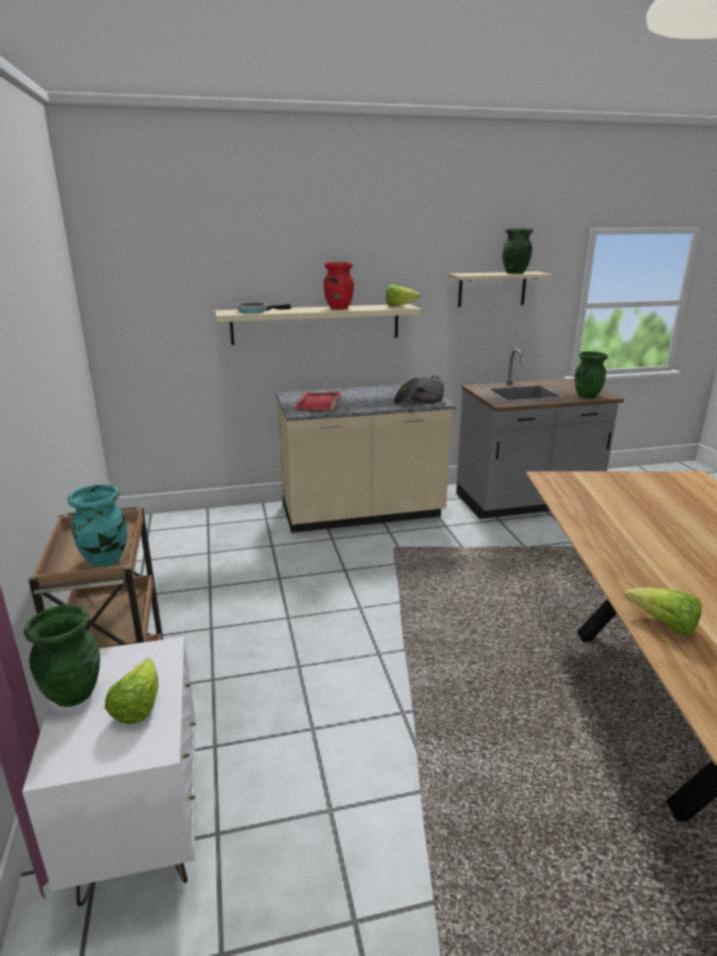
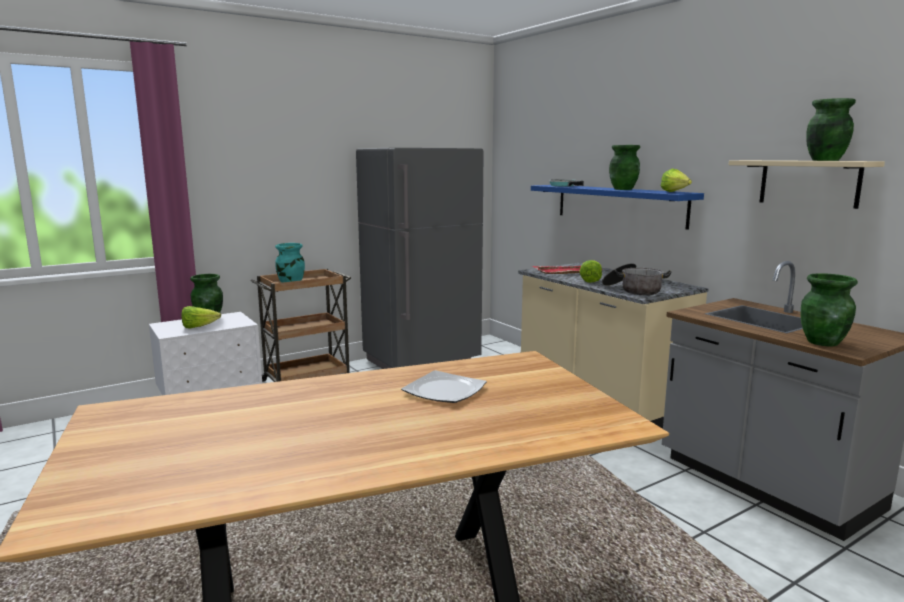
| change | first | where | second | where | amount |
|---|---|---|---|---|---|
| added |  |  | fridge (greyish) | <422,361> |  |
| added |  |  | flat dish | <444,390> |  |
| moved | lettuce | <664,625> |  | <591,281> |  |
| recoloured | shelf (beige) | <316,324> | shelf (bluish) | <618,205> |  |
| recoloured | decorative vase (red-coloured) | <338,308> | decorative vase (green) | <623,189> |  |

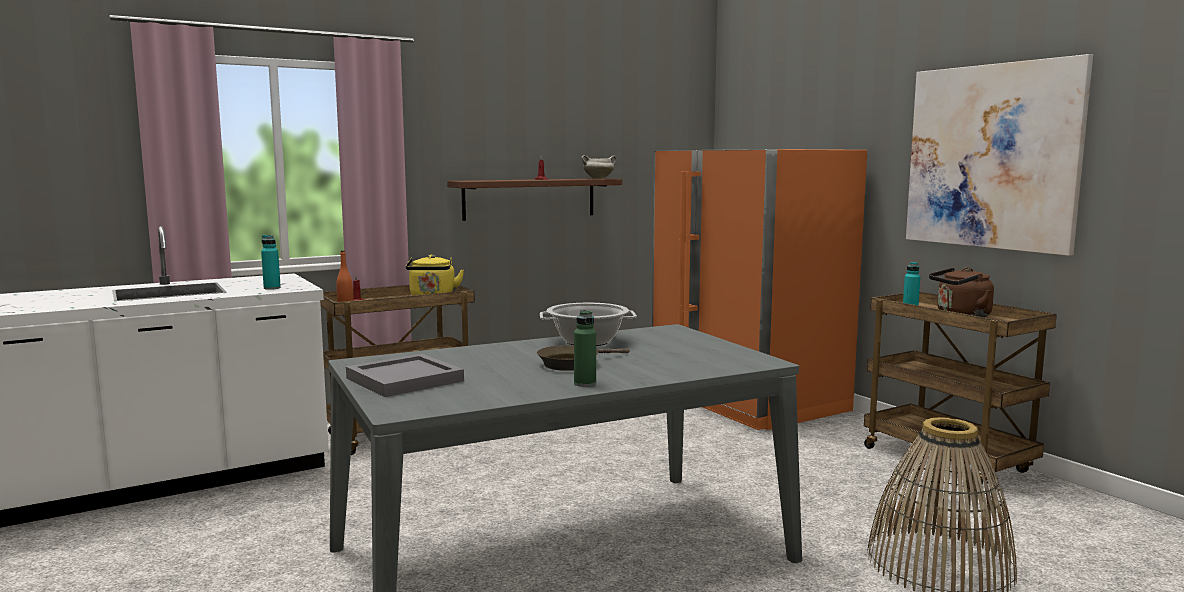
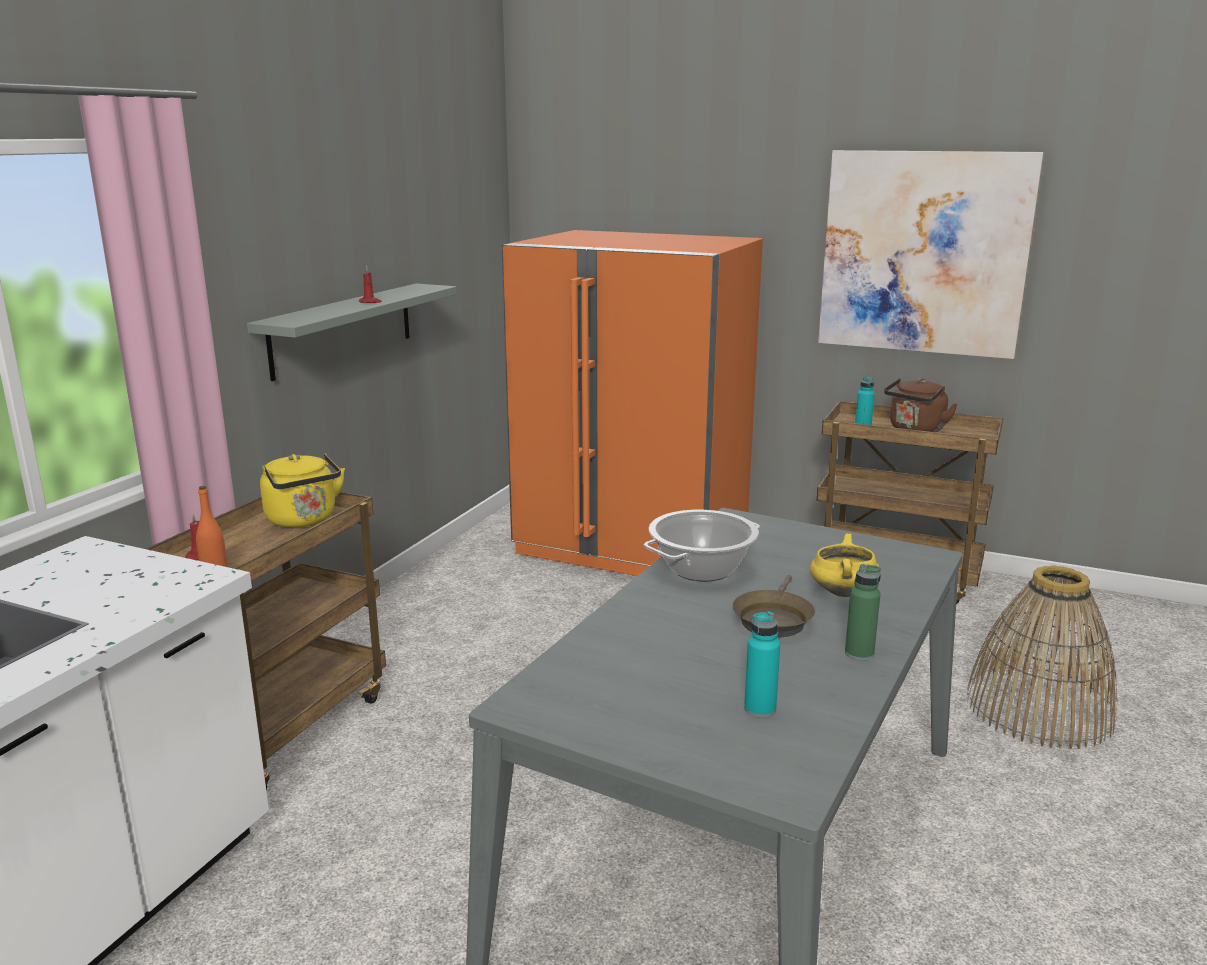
| change | first | where | second | where | amount |
|---|---|---|---|---|---|
| removed | tray (greyish) | <404,380> |  |  |  |
| removed | cooking pot (whitish) | <599,178> |  |  |  |
| added |  |  | cooking pot (yellow) | <841,592> |  |
| moved | beverage bottle (turquoise-coloured) | <272,288> |  | <760,709> |  |
| recoloured | shelf (brown) | <530,198> | shelf (greyish) | <343,329> |  |

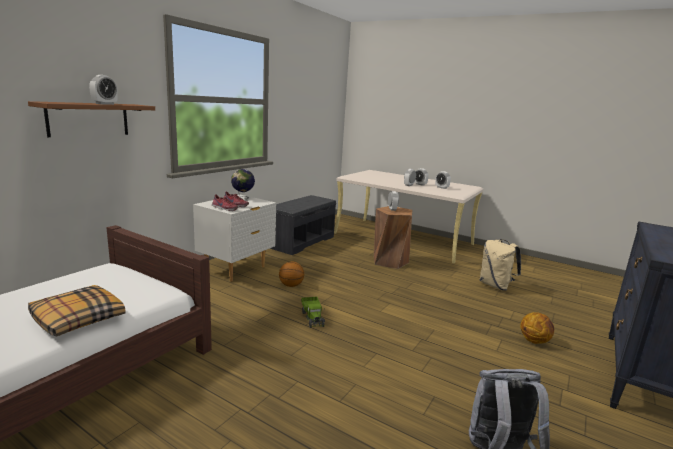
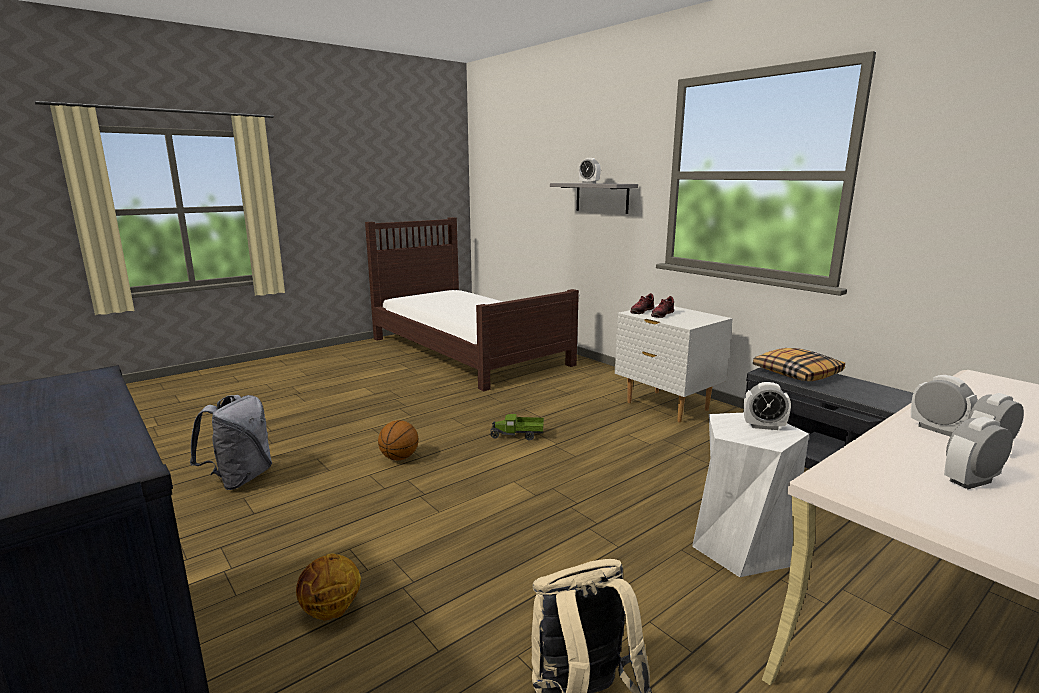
| change | first | where | second | where | amount |
|---|---|---|---|---|---|
| removed | desk globe | <243,198> |  |  |  |
| moved | throw pillow | <77,318> |  | <796,373> |  |
| moved | basketball | <291,285> |  | <399,458> |  |
| recoloured | shelf (brown) | <88,119> | shelf (greyish) | <602,197> |  |
| recoloured | stool seat (brown) | <389,261> | stool seat (whitish) | <740,547> |  |

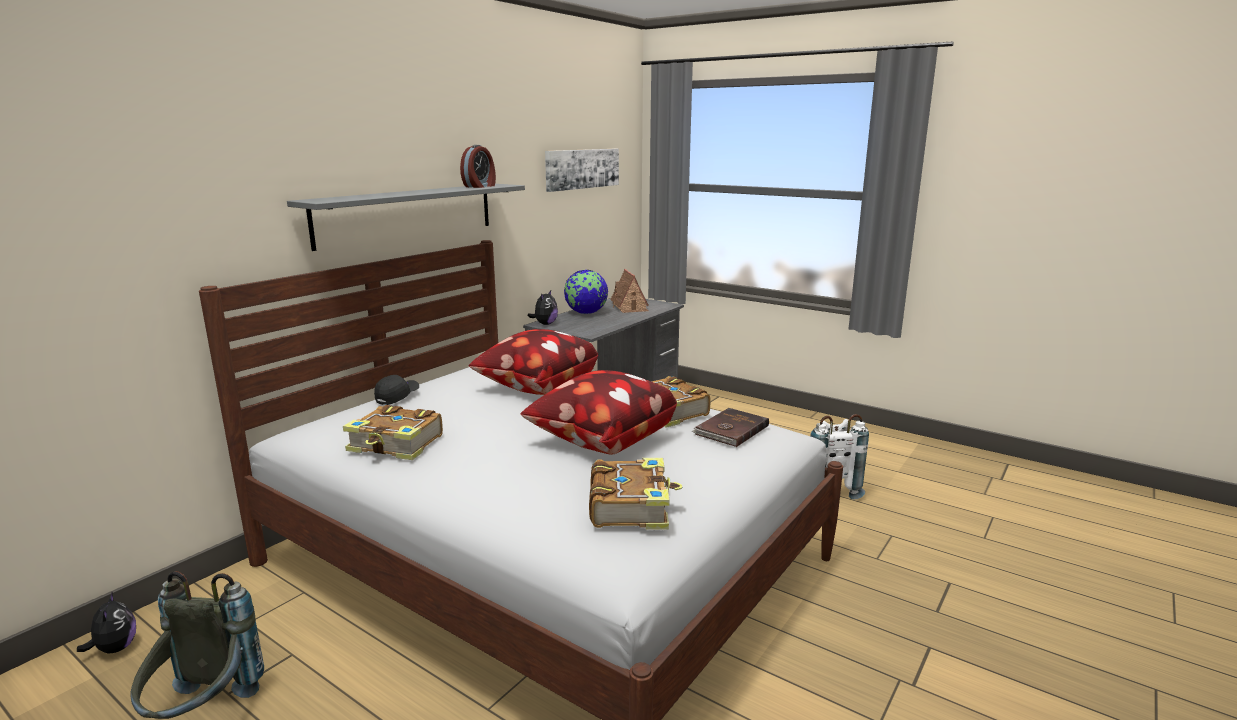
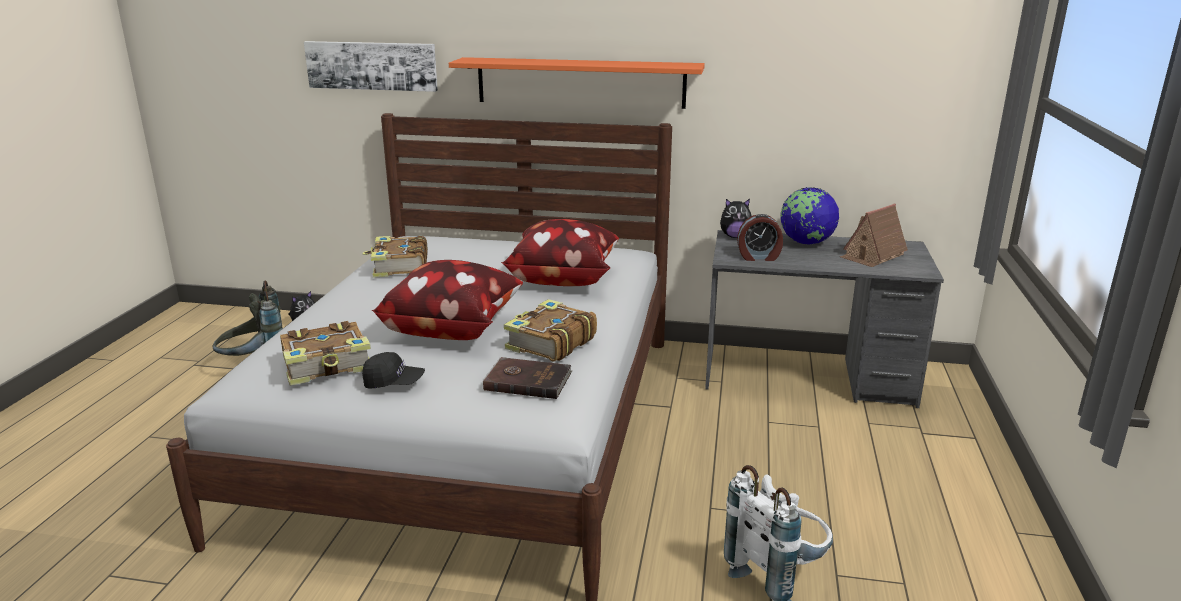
| change | first | where | second | where | amount |
|---|---|---|---|---|---|
| moved | baseball cap (blackish) | <397,397> |  | <394,382> |  |
| moved | bedside clock | <480,186> |  | <758,257> |  |
| moved | picture | <582,169> |  | <372,65> |  |
| recoloured | shelf (greyish) | <408,214> | shelf (orangey) | <580,82> |  |

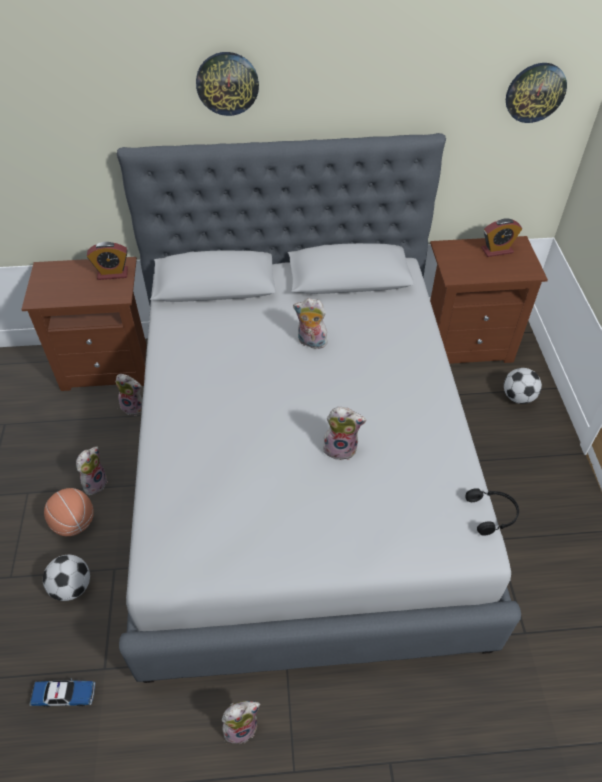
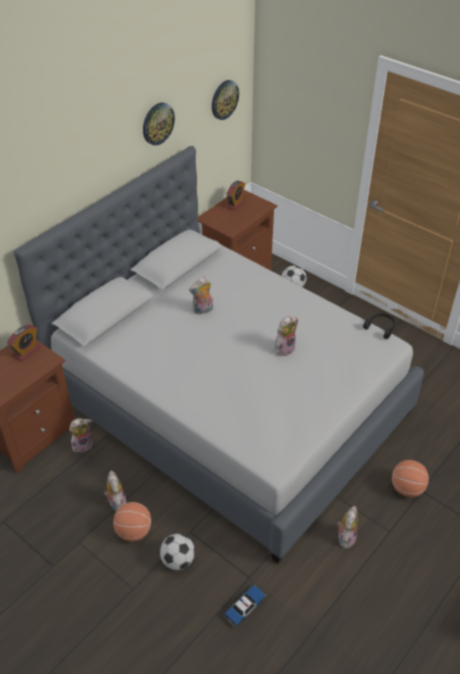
| change | first | where | second | where | amount |
|---|---|---|---|---|---|
| added |  |  | basketball | <407,488> |  |
| moved | clock on the wall | <227,83> |  | <157,123> |  |

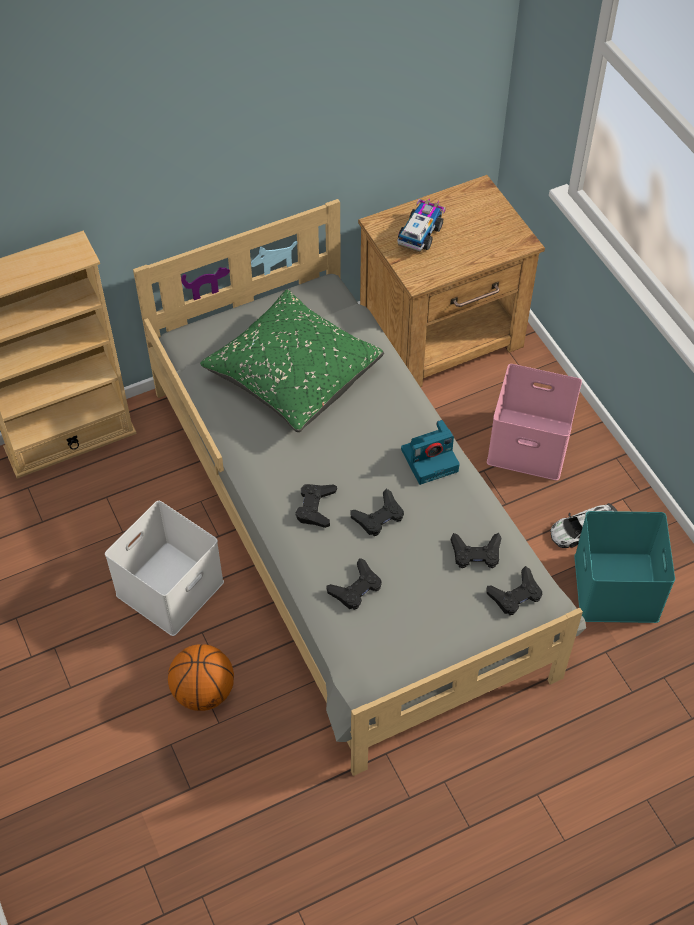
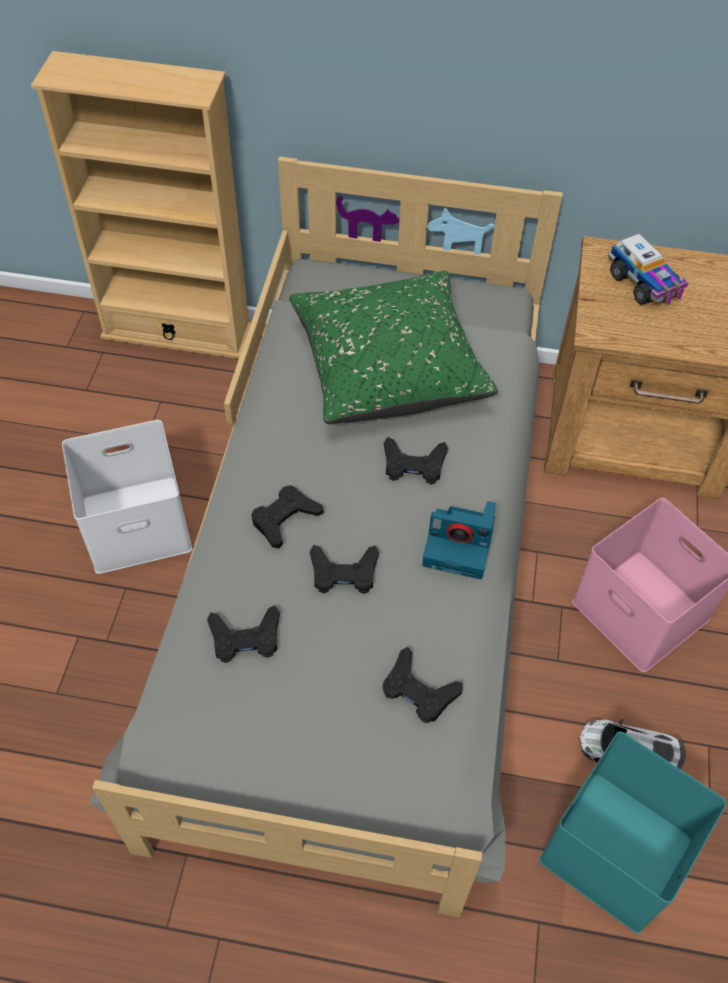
| change | first | where | second | where | amount |
|---|---|---|---|---|---|
| removed | basketball | <204,691> |  |  |  |
| moved | joypad (blackish) | <515,595> |  | <413,465> |  |
| turned | model truck | <420,233> |  | <644,284> | 90 degrees clockwise |

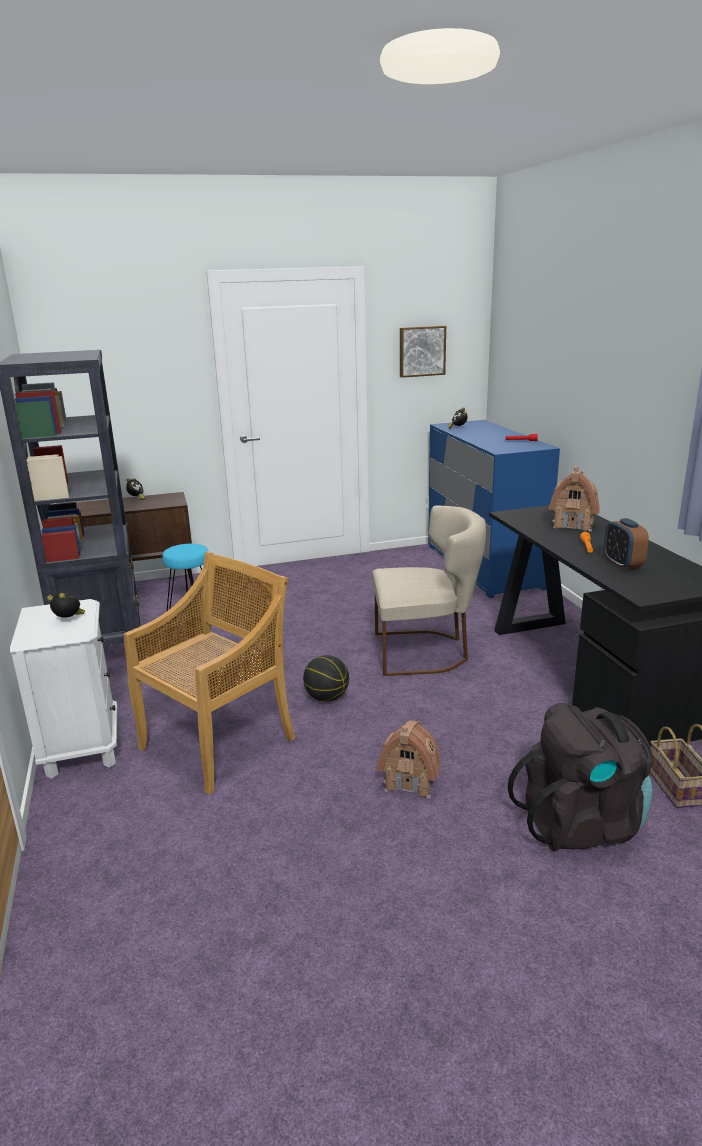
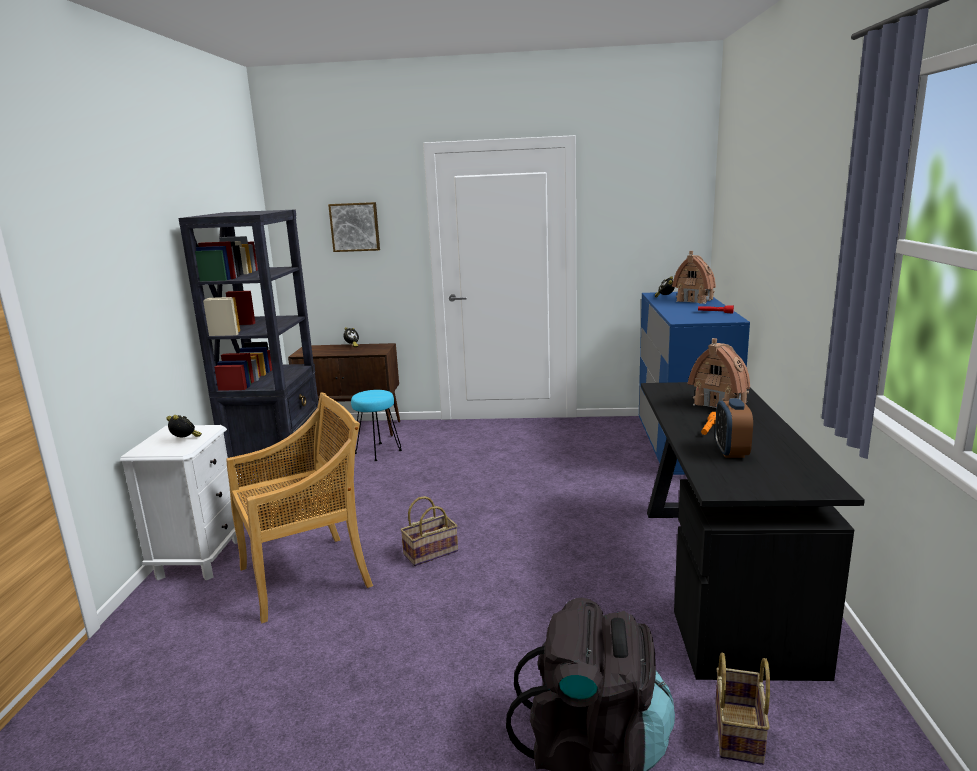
| change | first | where | second | where | amount |
|---|---|---|---|---|---|
| removed | upright chair (beige) | <426,651> |  |  |  |
| moved | model house | <411,780> |  | <695,300> |  |
| moved | picture | <421,351> |  | <355,227> |  |
| replaced | basketball | <327,697> | household basket | <431,552> |  |

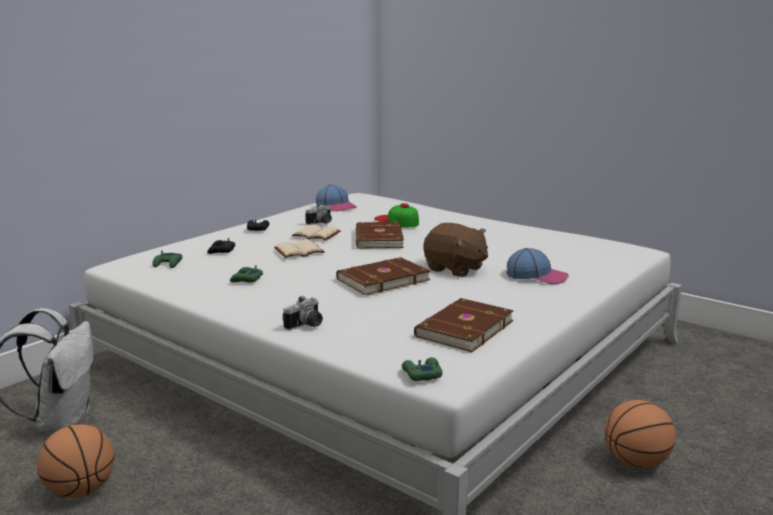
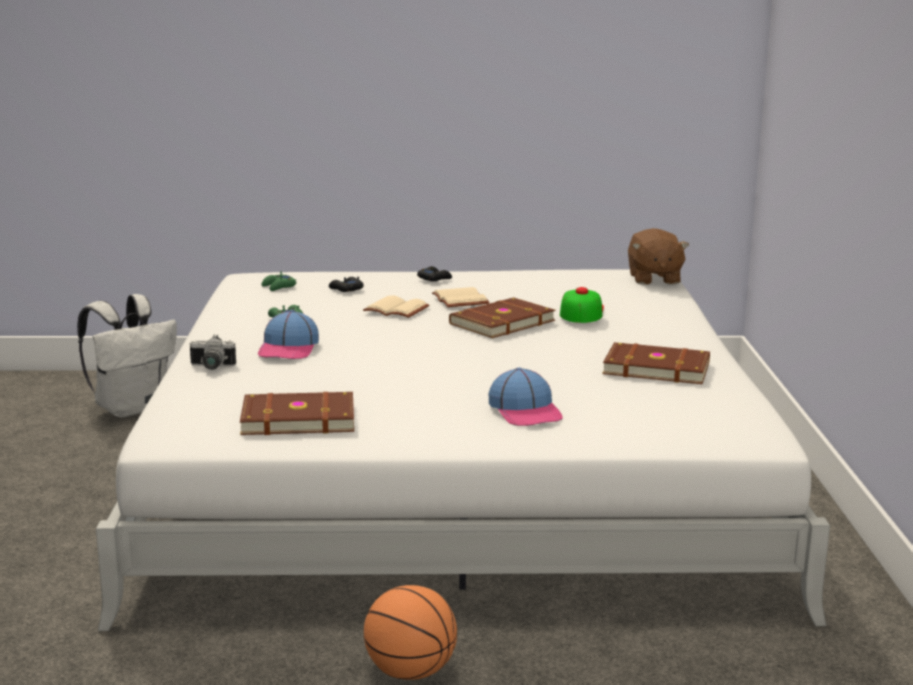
| change | first | where | second | where | amount |
|---|---|---|---|---|---|
| removed | basketball | <81,491> |  |  |  |
| removed | photo camera | <321,223> |  |  |  |
| removed | joypad (green) | <421,374> |  |  |  |
| moved | baseball cap | <336,206> |  | <289,348> |  |
| moved | volume (brown) | <382,279> |  | <656,368> |  |
| moved | soft toy (brown) | <455,269> |  | <653,279> |  |

